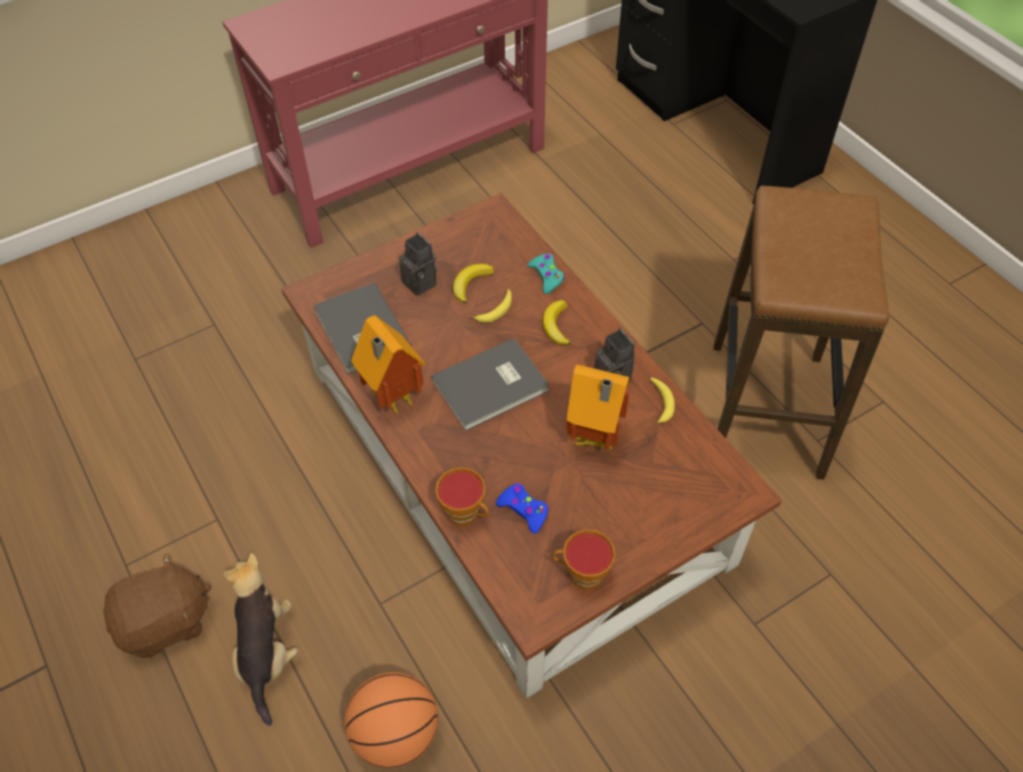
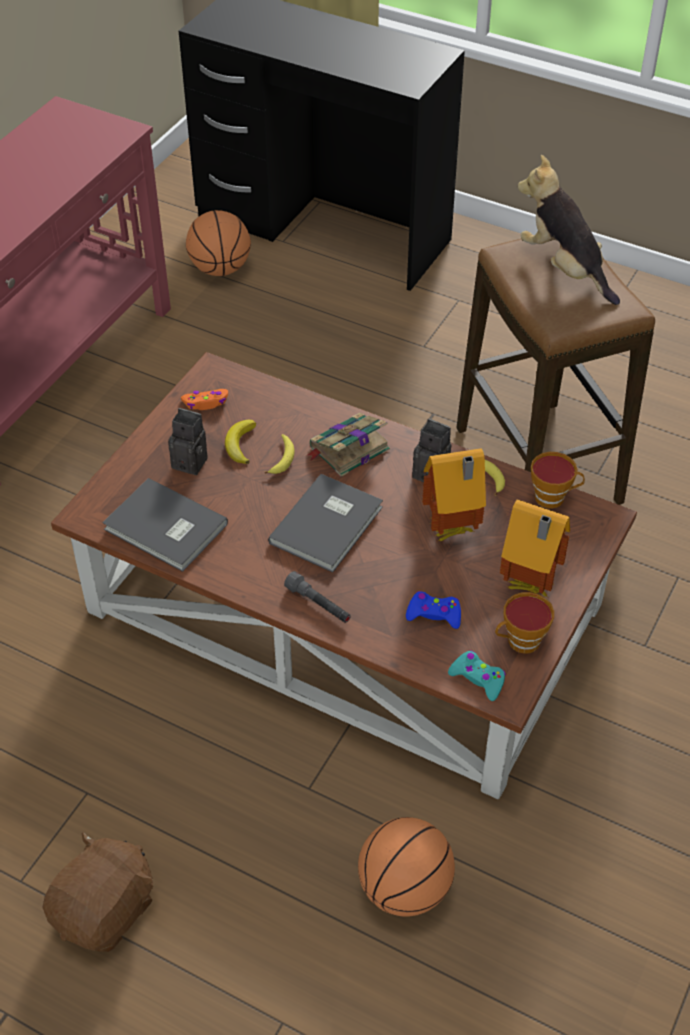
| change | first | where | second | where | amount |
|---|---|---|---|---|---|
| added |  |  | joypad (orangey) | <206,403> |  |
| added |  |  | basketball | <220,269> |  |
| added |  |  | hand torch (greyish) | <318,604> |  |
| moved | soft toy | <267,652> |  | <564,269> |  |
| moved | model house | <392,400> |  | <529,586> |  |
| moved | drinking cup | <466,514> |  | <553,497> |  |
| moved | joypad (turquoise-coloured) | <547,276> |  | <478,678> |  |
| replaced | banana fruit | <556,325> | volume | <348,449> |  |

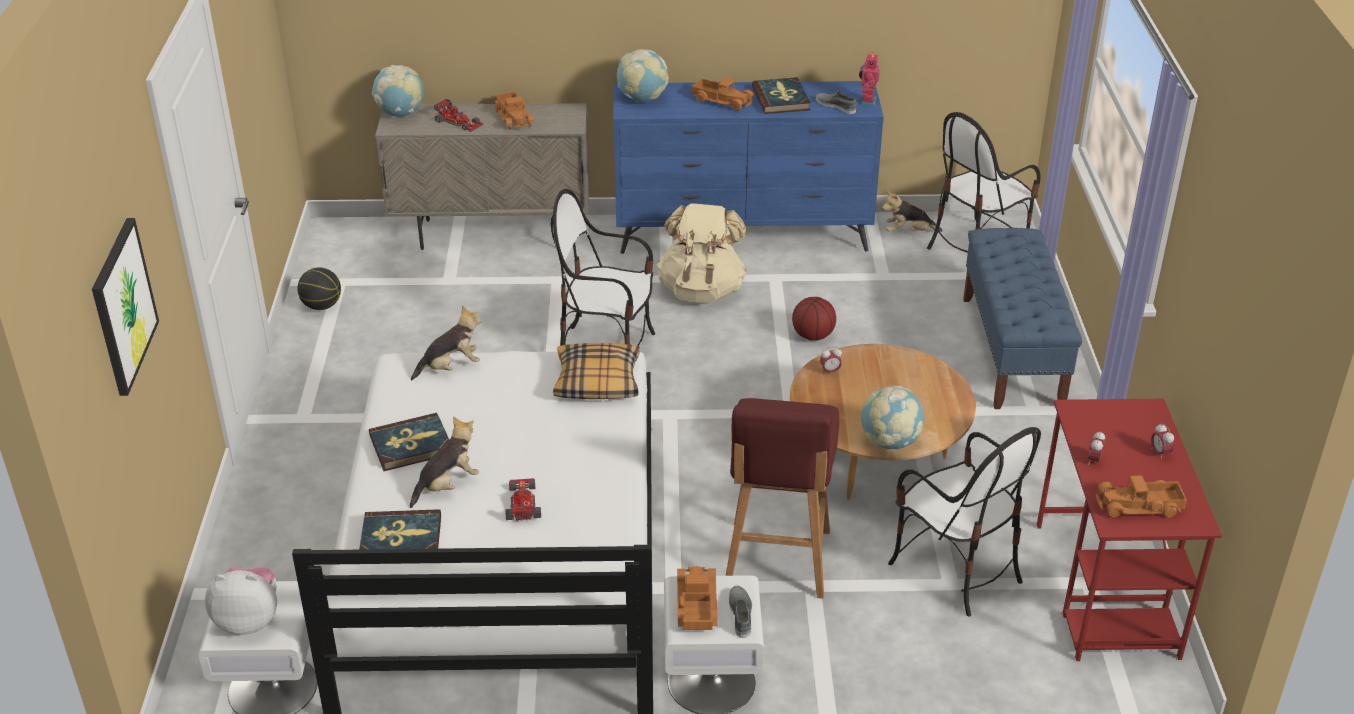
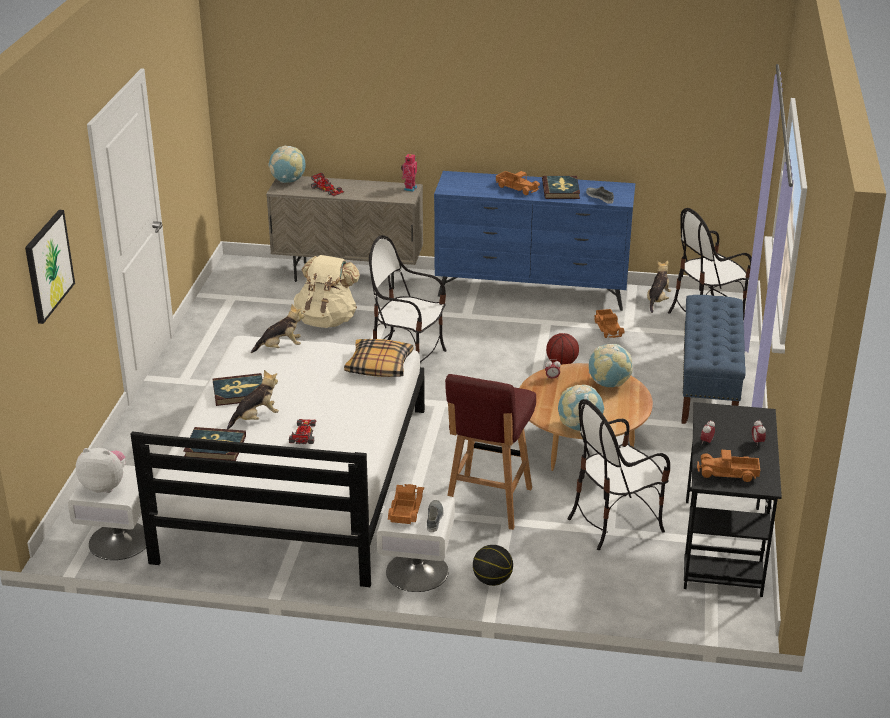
| change | first | where | second | where | amount |
|---|---|---|---|---|---|
| moved | basketball | <322,306> |  | <492,580> |  |
| moved | model truck | <514,117> |  | <609,328> |  |
| moved | desk globe | <642,99> |  | <609,384> |  |
| moved | rucksack (beige) | <702,290> |  | <327,320> |  |
| moved | robot figure | <867,102> |  | <409,188> |  |
| recoloured | desk unit (red-coloured) | <1106,590> | desk unit (blackish) | <722,547> |  |
| turned | soft toy | <908,232> |  | <657,300> | 105 degrees clockwise |
| turned | upright chair | <955,570> |  | <615,522> | 90 degrees clockwise |

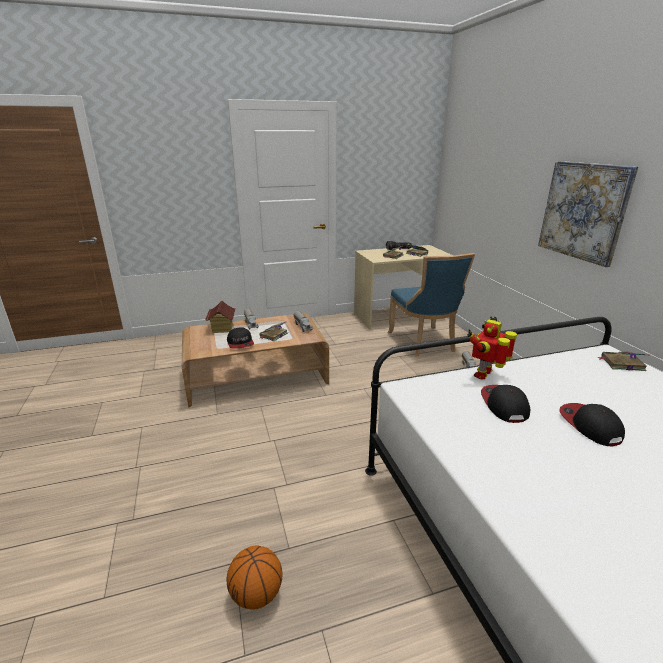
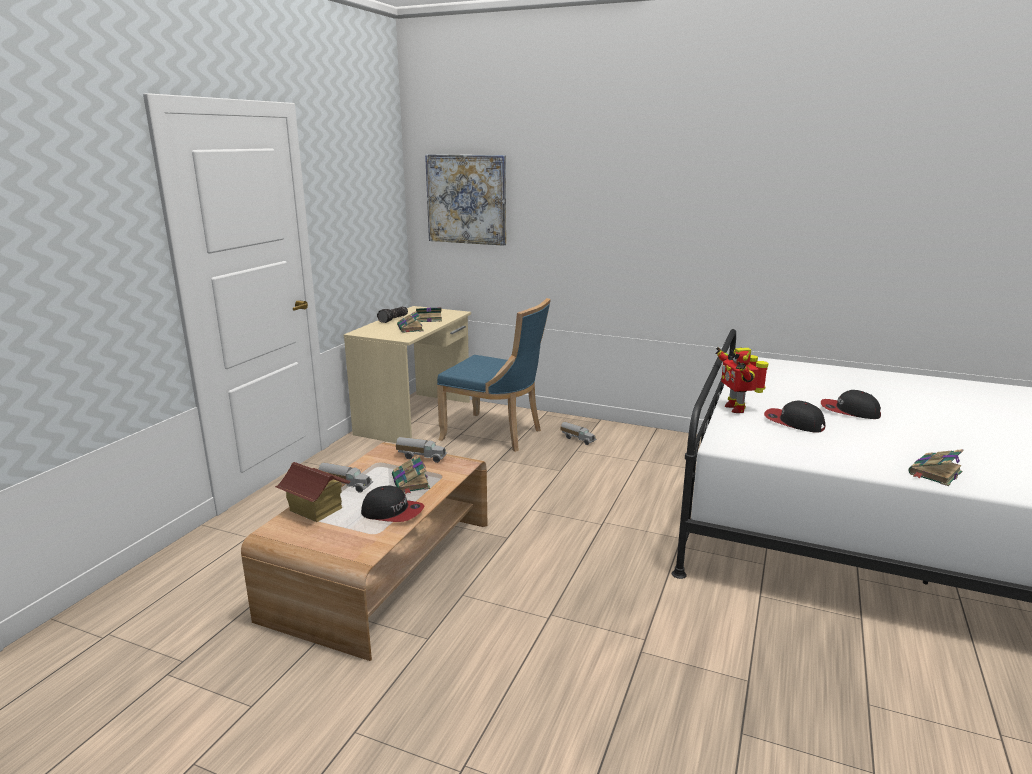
| change | first | where | second | where | amount |
|---|---|---|---|---|---|
| removed | basketball | <256,594> |  |  |  |
| moved | picture | <583,211> |  | <466,199> |  |
| moved | volume | <621,363> |  | <934,473> |  |

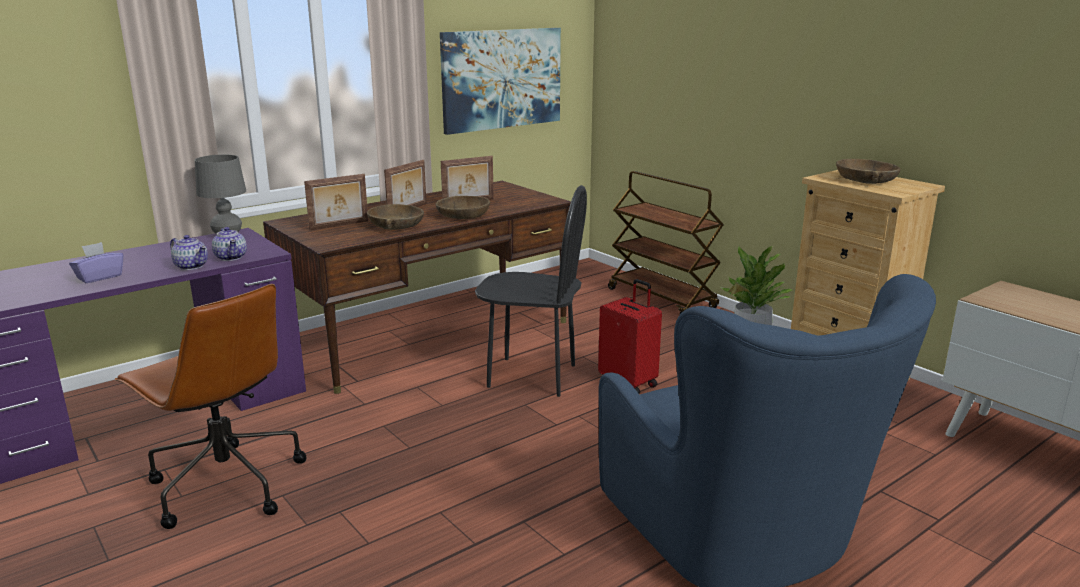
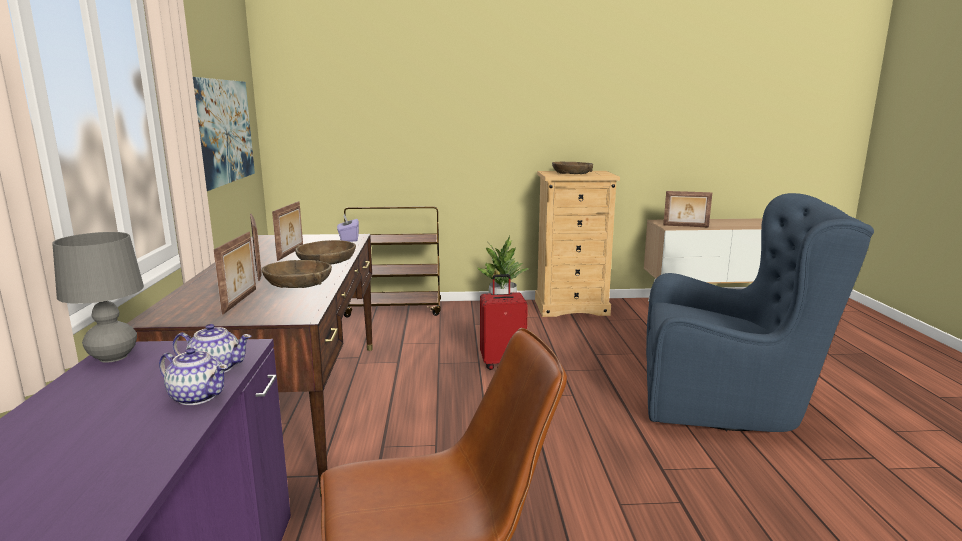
| change | first | where | second | where | amount |
|---|---|---|---|---|---|
| removed | upright chair (blackish) | <531,376> |  |  |  |
| added |  |  | picture frame | <685,226> |  |
| moved | tissue box (purple) | <99,277> |  | <348,239> |  |
| turned | tea pot | <191,266> |  | <197,396> | 45 degrees clockwise |

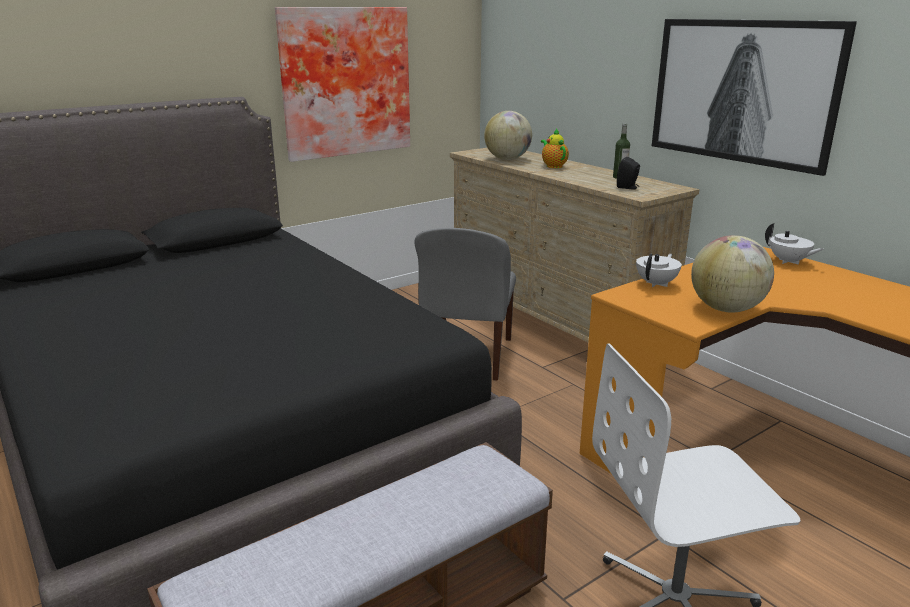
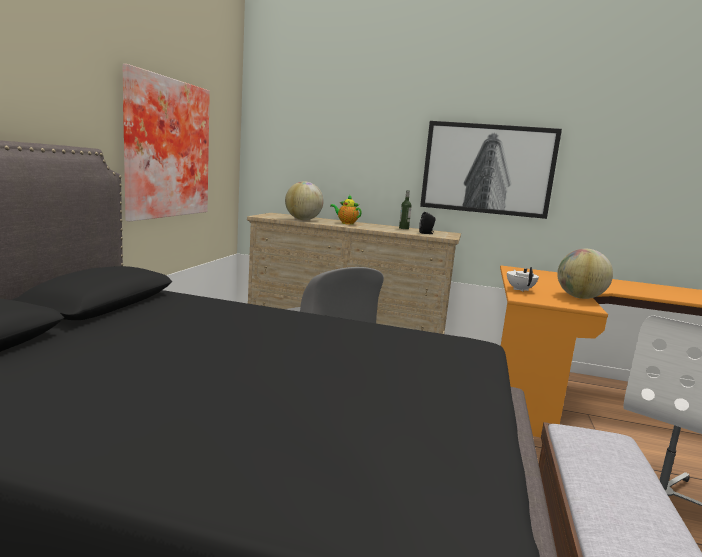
| change | first | where | second | where | amount |
|---|---|---|---|---|---|
| removed | tea pot (whitish) | <788,262> |  |  |  |

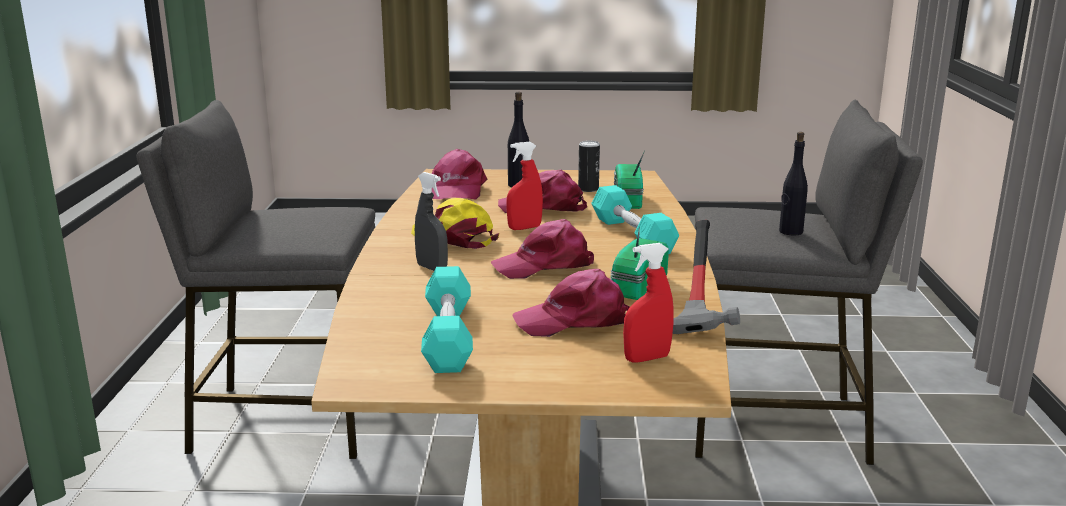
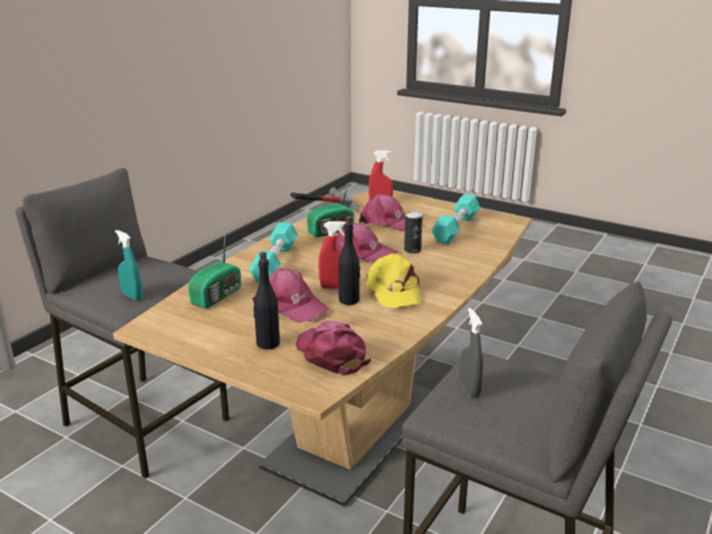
| change | first | where | second | where | amount |
|---|---|---|---|---|---|
| added |  |  | sprayer (turquoise-coloured) | <132,296> |  |
| moved | sprayer (greyish) | <432,268> |  | <469,389> |  |
| moved | metal can | <588,189> |  | <412,250> |  |
| moved | beverage bottle (blackish) | <790,232> |  | <349,300> |  |
| turned | baseball cap (pinkish) | <456,189> |  | <331,354> | 60 degrees counterclockwise |

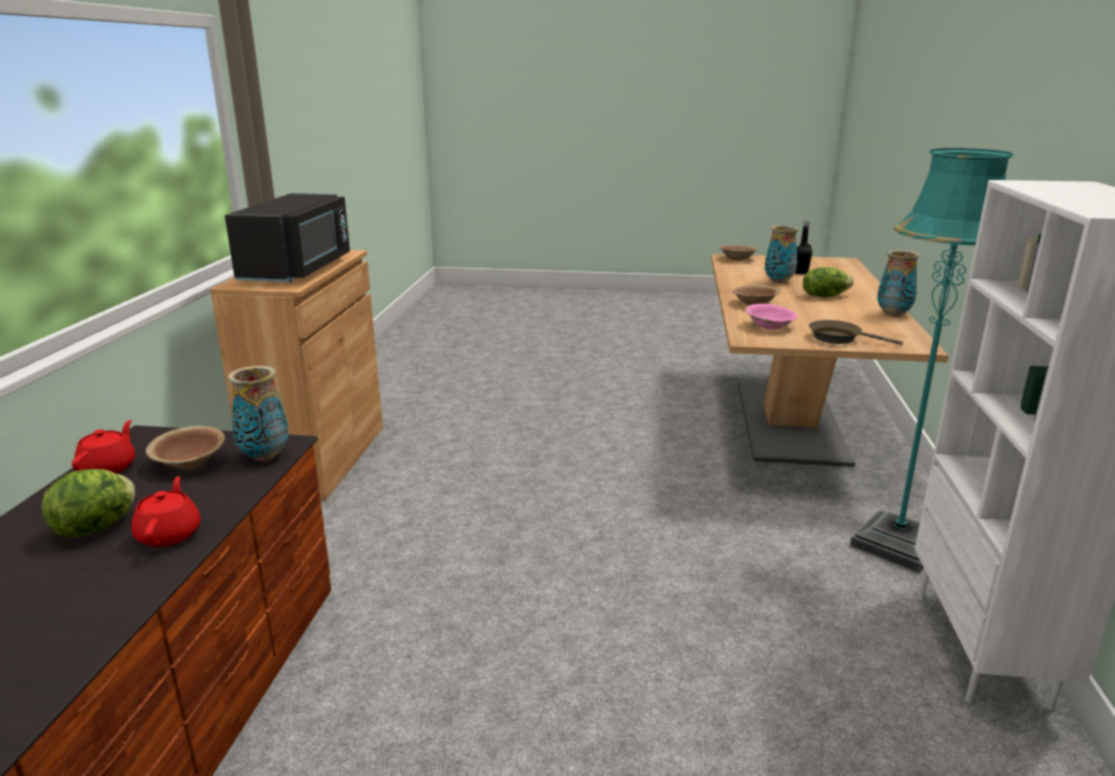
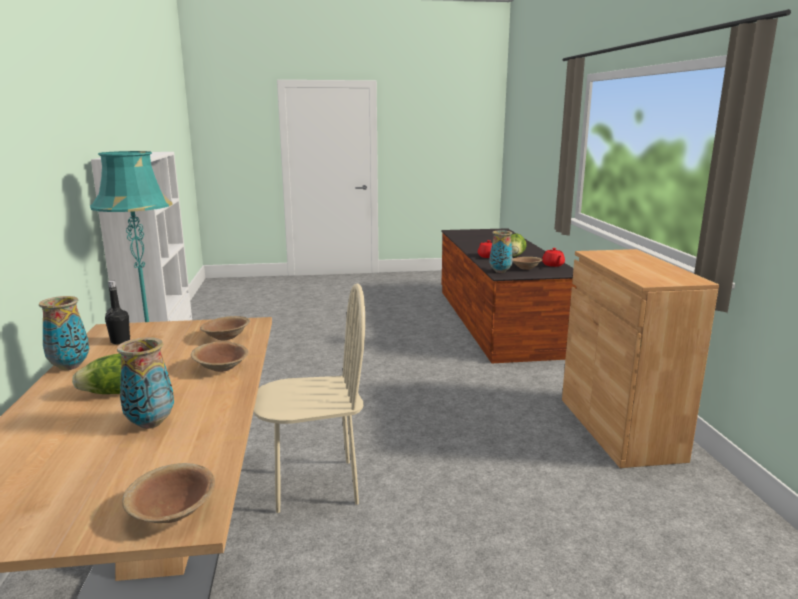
| change | first | where | second | where | amount |
|---|---|---|---|---|---|
| removed | kitchen microwave (blackish) | <299,270> |  |  |  |
| removed | pan (brown) | <839,338> |  |  |  |
| added |  |  | upright chair (beige) | <315,486> |  |
| moved | beverage bottle (blackish) | <800,272> |  | <120,341> |  |
| recoloured | serving bowl (pinkish) | <769,326> | serving bowl (brown) | <226,337> |  |

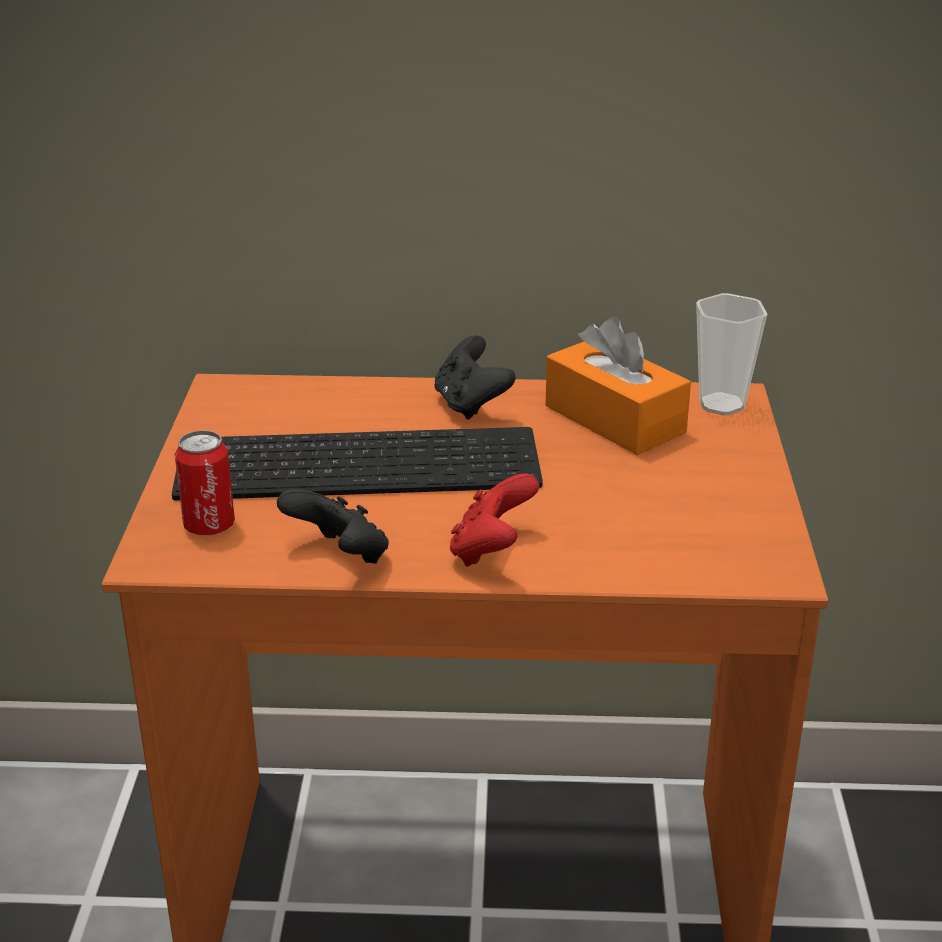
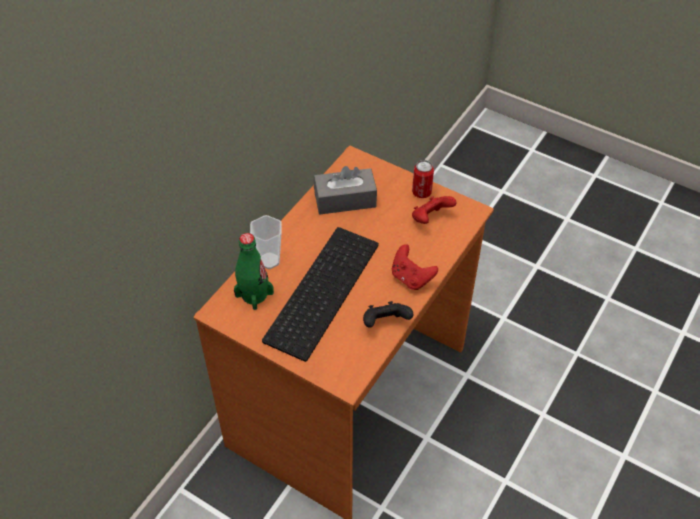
| change | first | where | second | where | amount |
|---|---|---|---|---|---|
| removed | joypad (blackish) | <470,404> |  |  |  |
| added |  |  | beverage bottle (green) | <254,294> |  |
| added |  |  | joypad (red-coloured) | <430,219> |  |
| moved | metal can | <209,526> |  | <421,192> |  |
| moved | drinking cup | <721,404> |  | <269,261> |  |
| recoloured | tissue box (orangey) | <614,419> | tissue box (greyish) | <345,200> |  |

